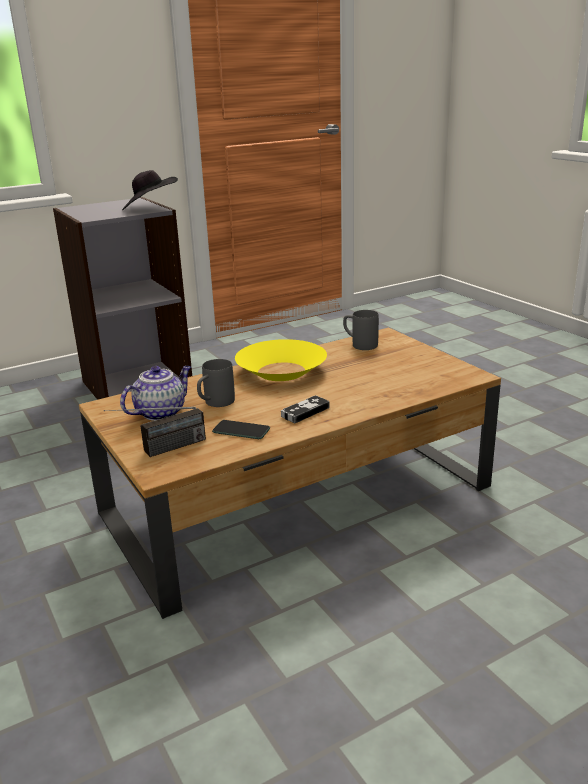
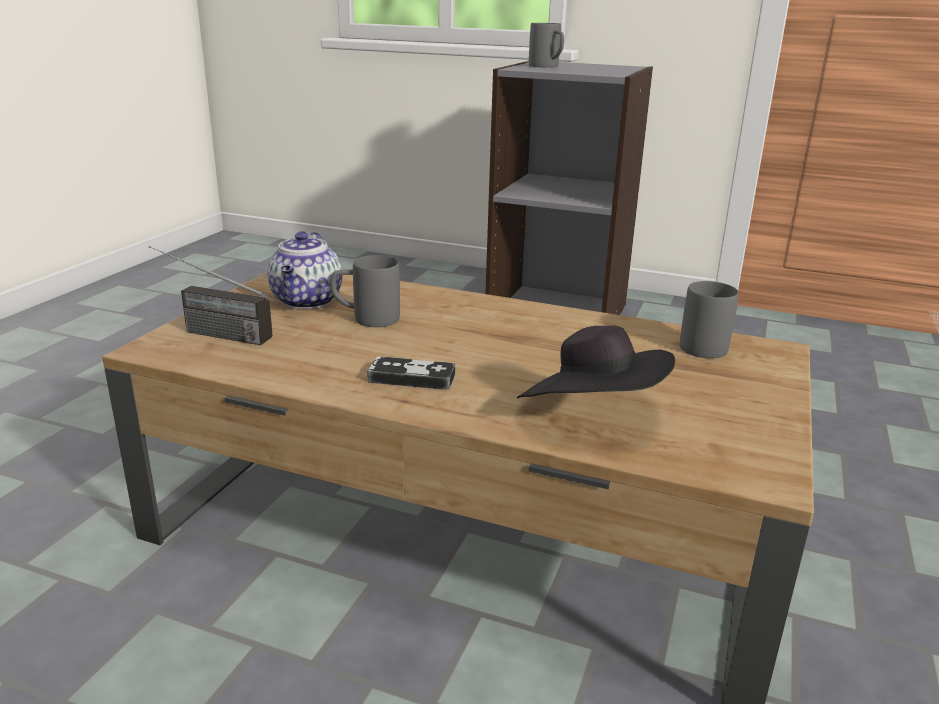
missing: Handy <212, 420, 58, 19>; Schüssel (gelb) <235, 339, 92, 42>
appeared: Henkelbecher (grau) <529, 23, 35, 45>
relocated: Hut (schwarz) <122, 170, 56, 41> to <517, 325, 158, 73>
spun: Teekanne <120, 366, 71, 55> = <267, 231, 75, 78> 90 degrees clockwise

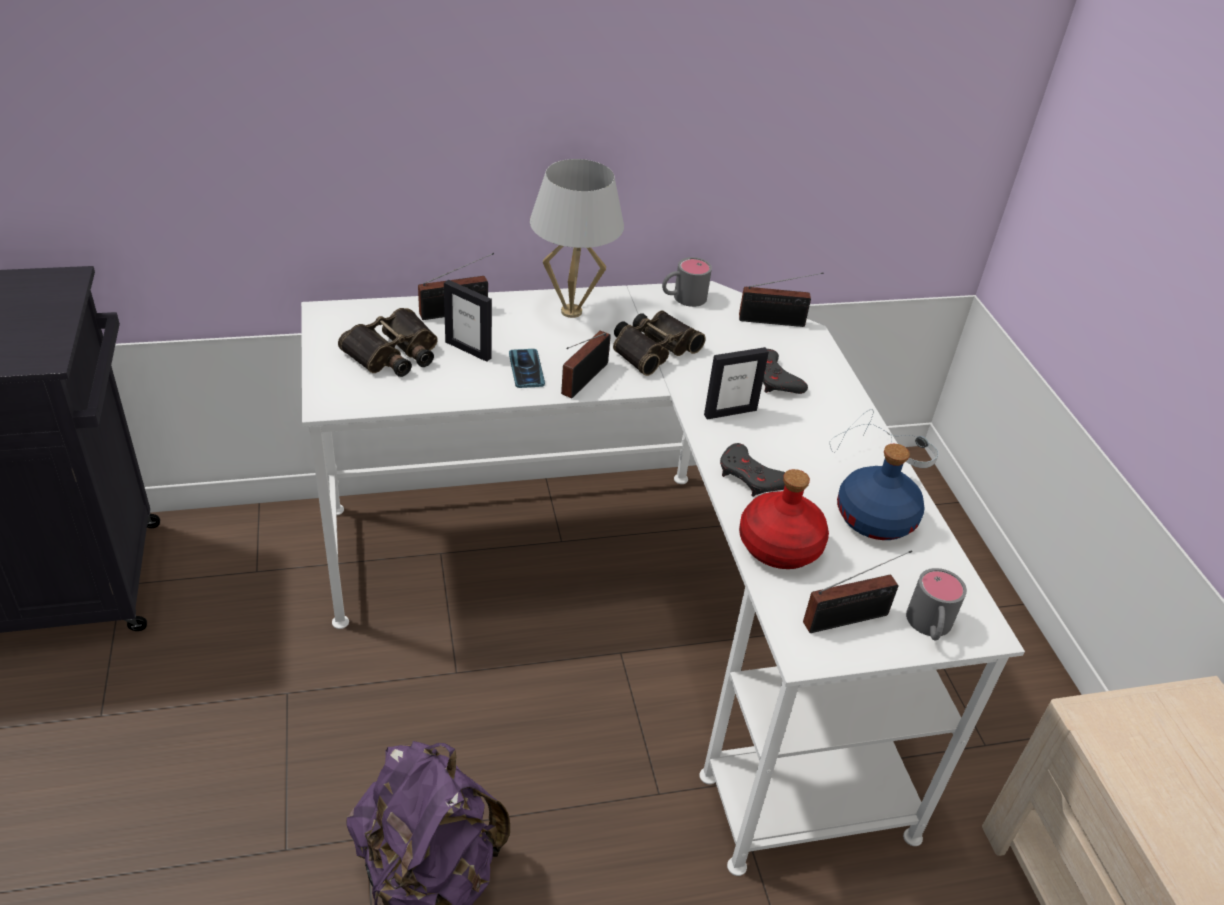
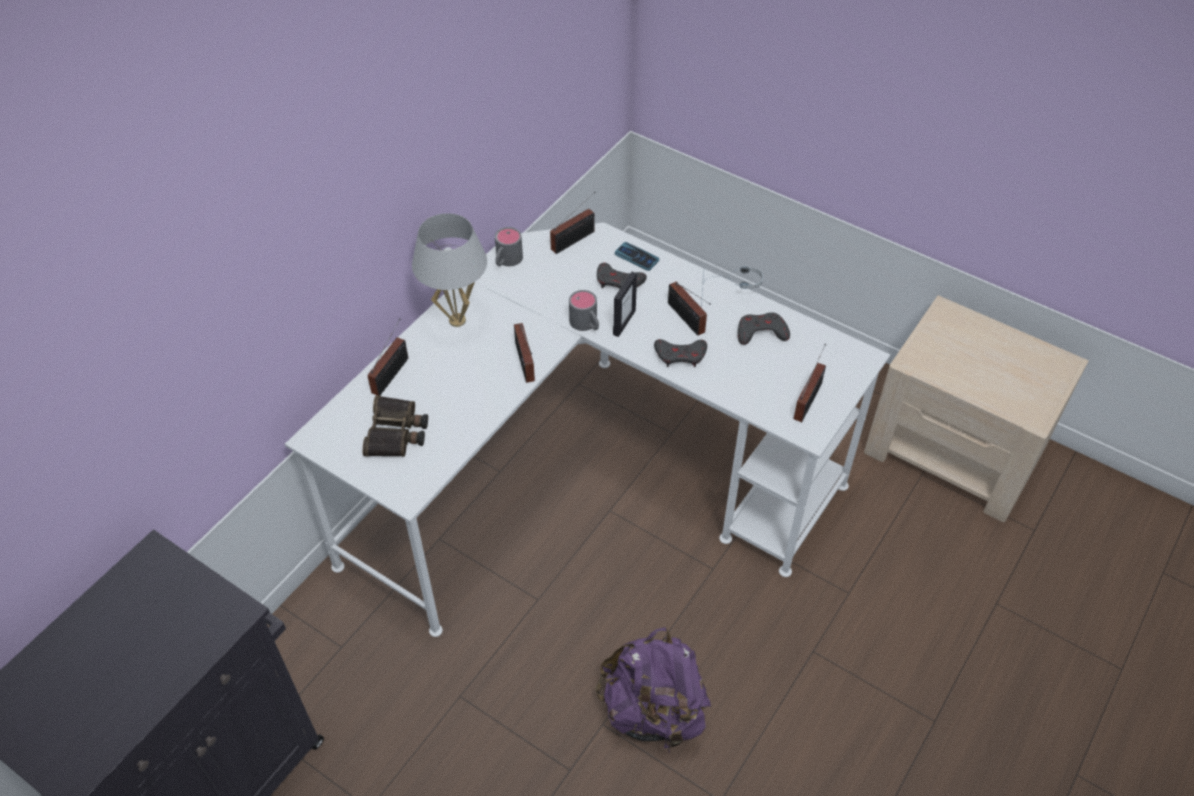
missing: Bilderrahmen <444, 280, 48, 82>; Fernglas <613, 311, 93, 65>; Flasche (rot) <739, 469, 90, 100>
appeared: Radio <668, 281, 43, 55>
relocated: Handy <509, 349, 36, 39> to <615, 242, 44, 29>; Henkelbecher (grau) <906, 568, 61, 73> to <569, 290, 30, 41>
exchanged: Flasche (blau) <837, 444, 88, 96> to Gamepad (grau) <738, 313, 52, 32>

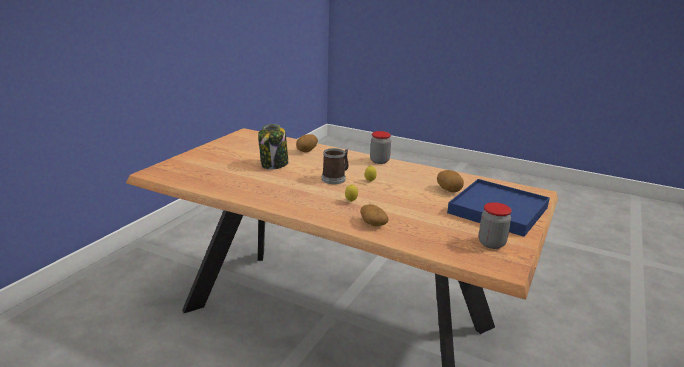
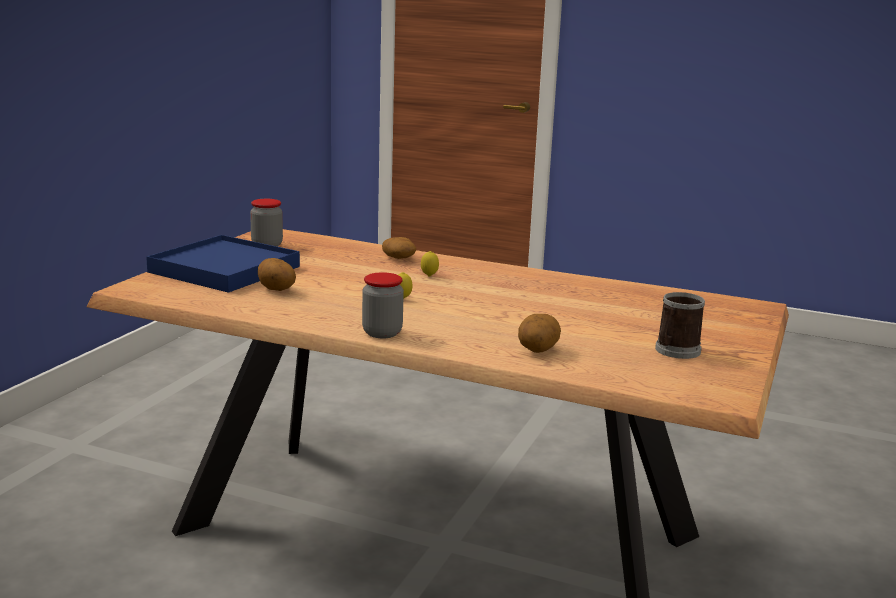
missing: Vorratsglas <258, 124, 30, 46>
relocated: Henkelbecher <322, 148, 27, 36> to <655, 292, 50, 67>

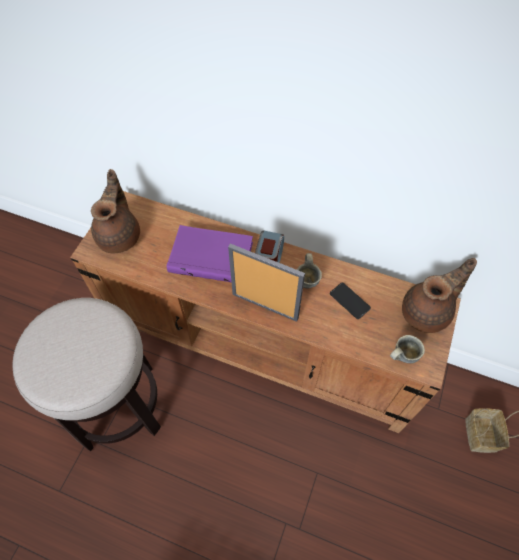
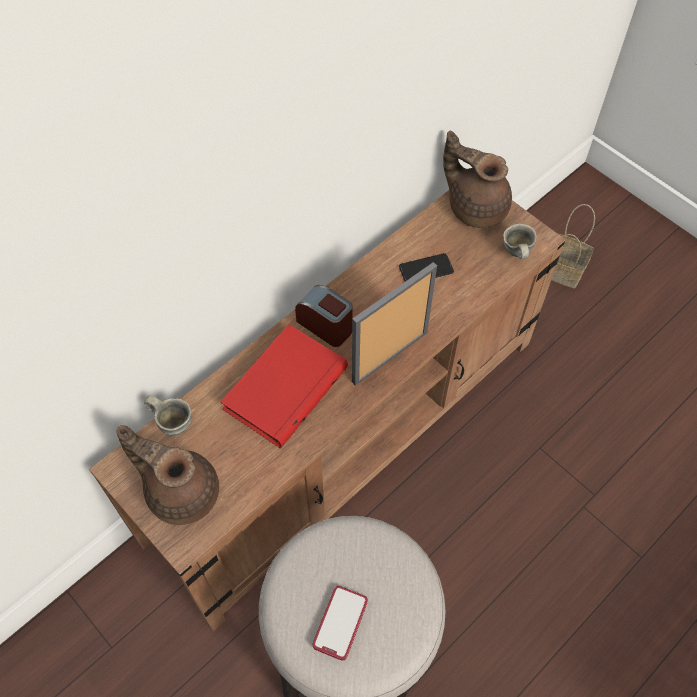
appeared: Handy <313, 586, 55, 75>
relocated: Henkelbecher (grau) <297, 253, 25, 35> to <144, 396, 47, 39>
colour: Buch (lila) <166, 225, 87, 58> to Buch (rot) <220, 324, 128, 124>
spun: Teekanne (braun) <402, 258, 75, 75> = <443, 131, 69, 97> 45 degrees counterclockwise

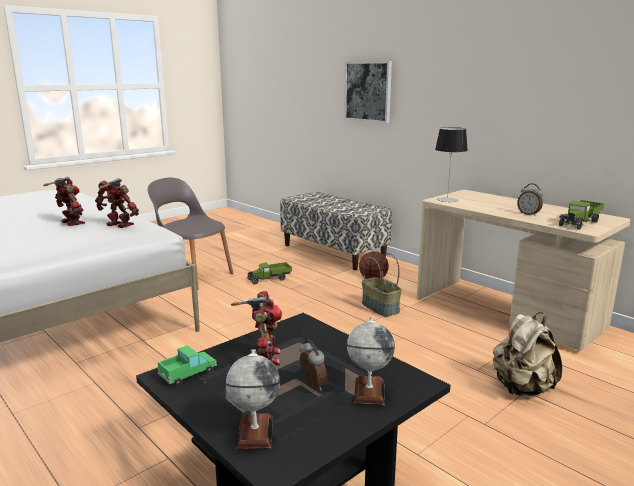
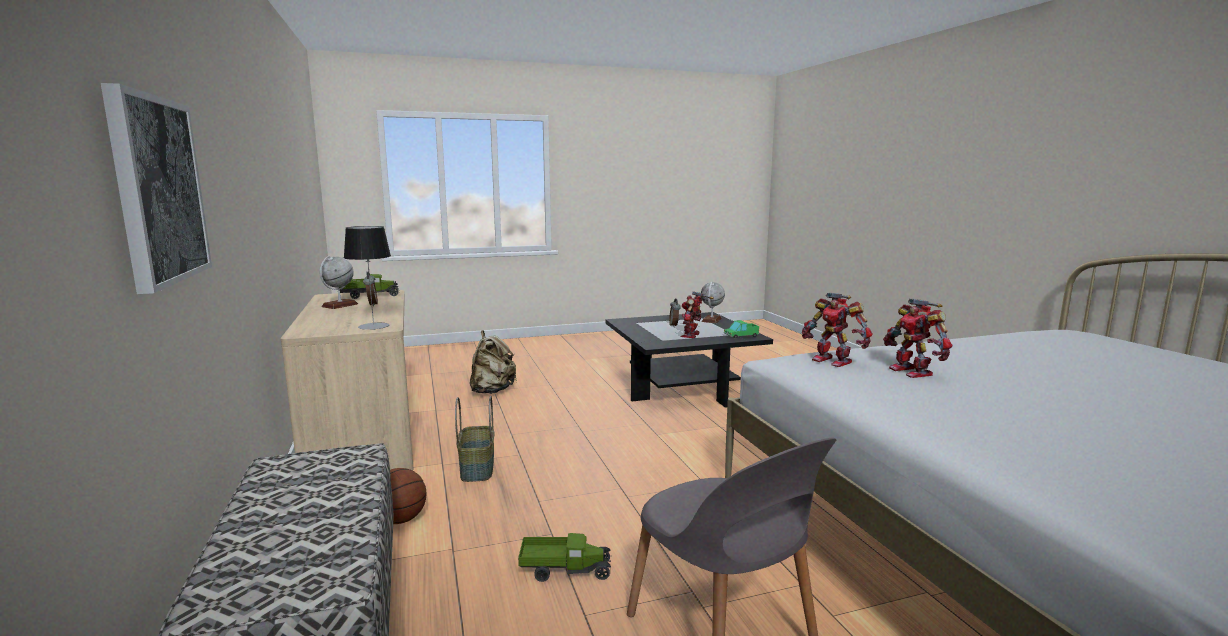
relocated: Globus <347, 317, 48, 88> to <320, 256, 38, 53>

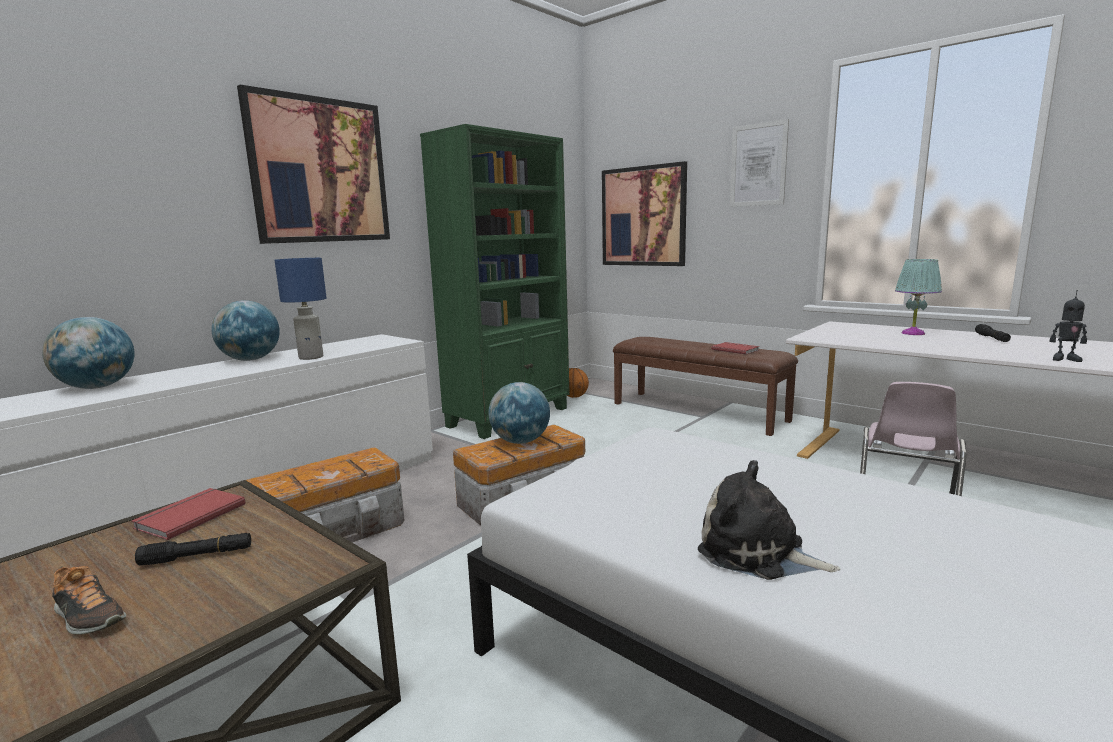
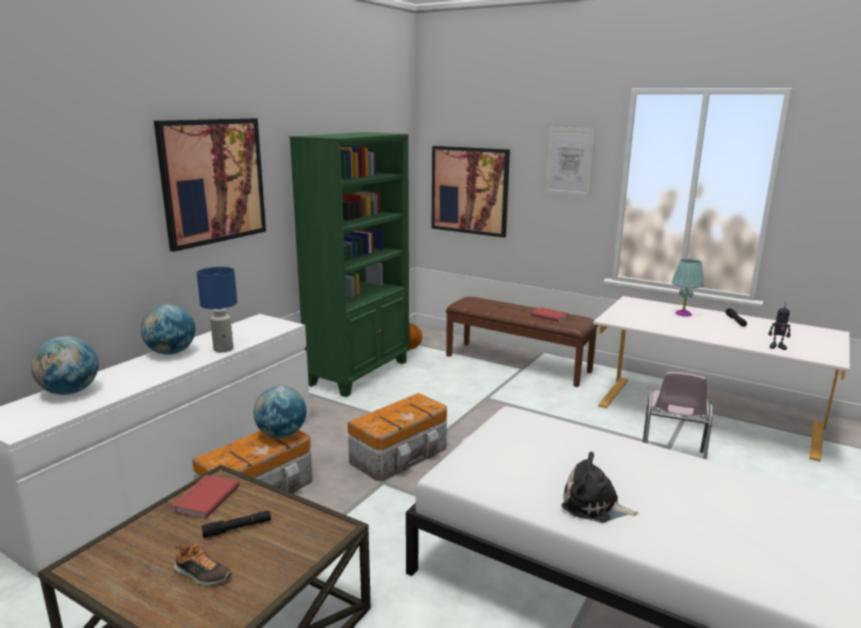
relocated: Globus <488, 382, 62, 62> to <253, 386, 53, 52>

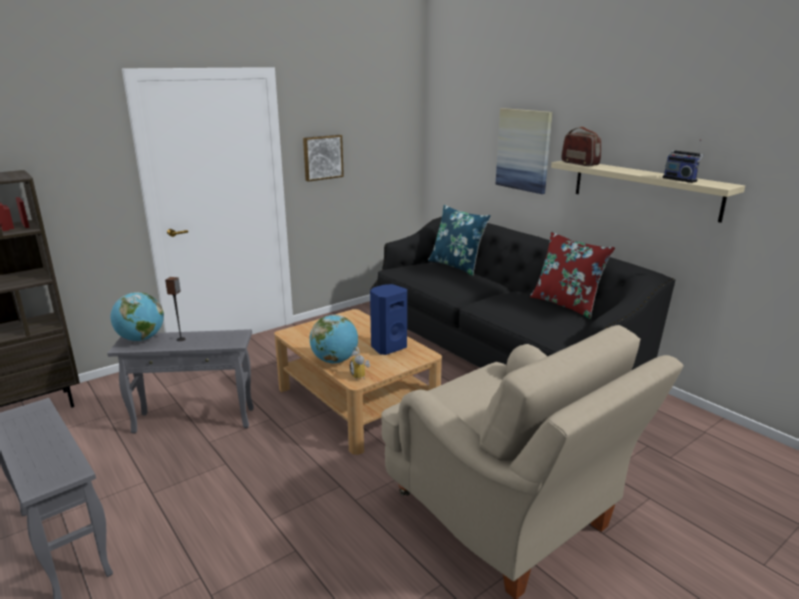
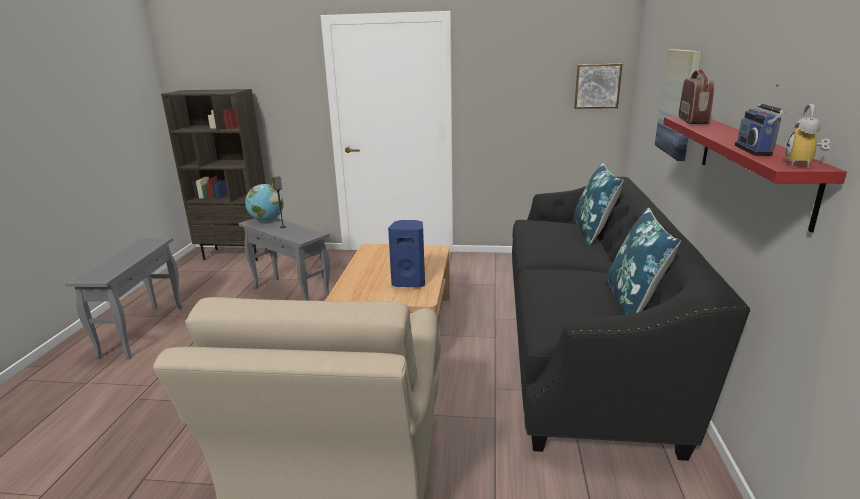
missing: Globus <310, 315, 48, 49>
relocated: Bild <303, 135, 41, 47> to <574, 64, 48, 45>; Wecker <350, 347, 20, 32> to <785, 104, 45, 64>
colour: Kissen (rot) <530, 232, 85, 87> to Kissen (blau) <606, 207, 75, 108>; Wandregal (beige) <551, 161, 194, 62> to Wandregal (rot) <663, 117, 184, 115>

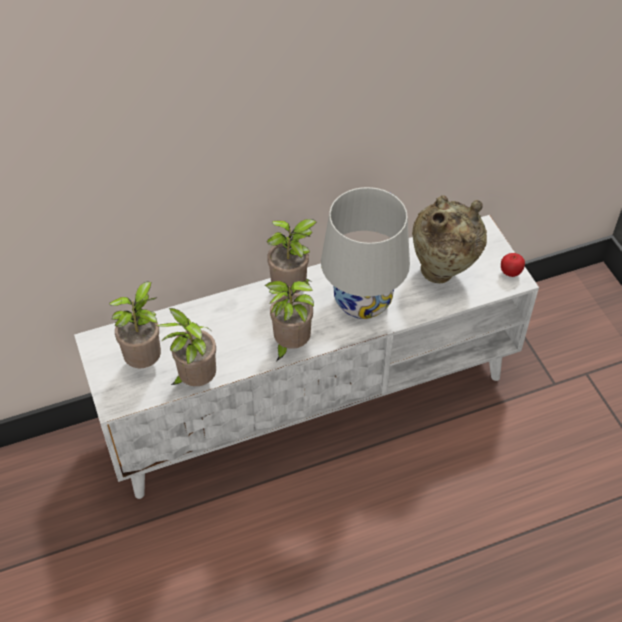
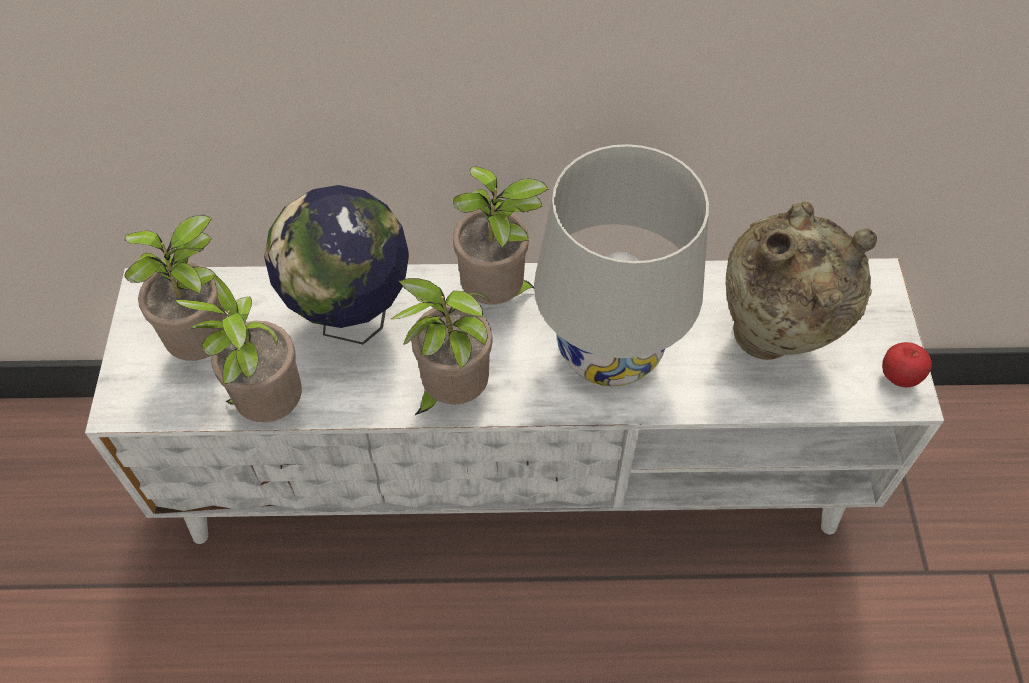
appeared: Globus <264, 185, 145, 160>

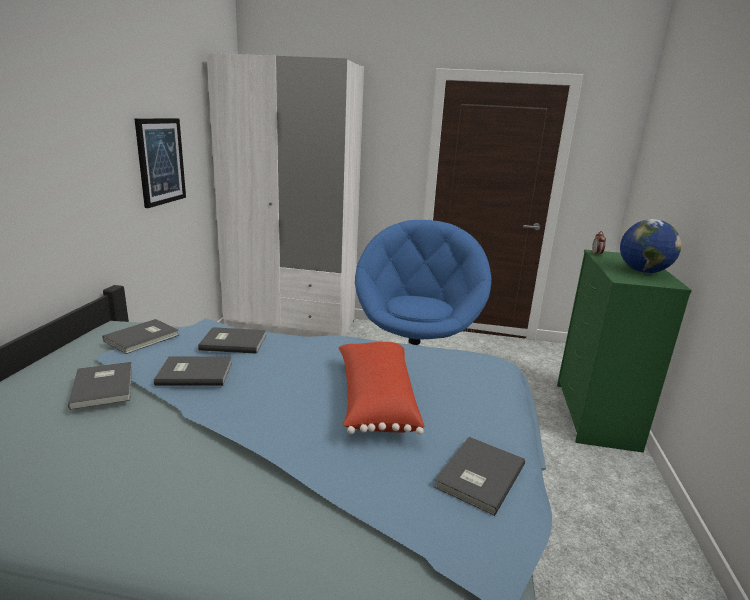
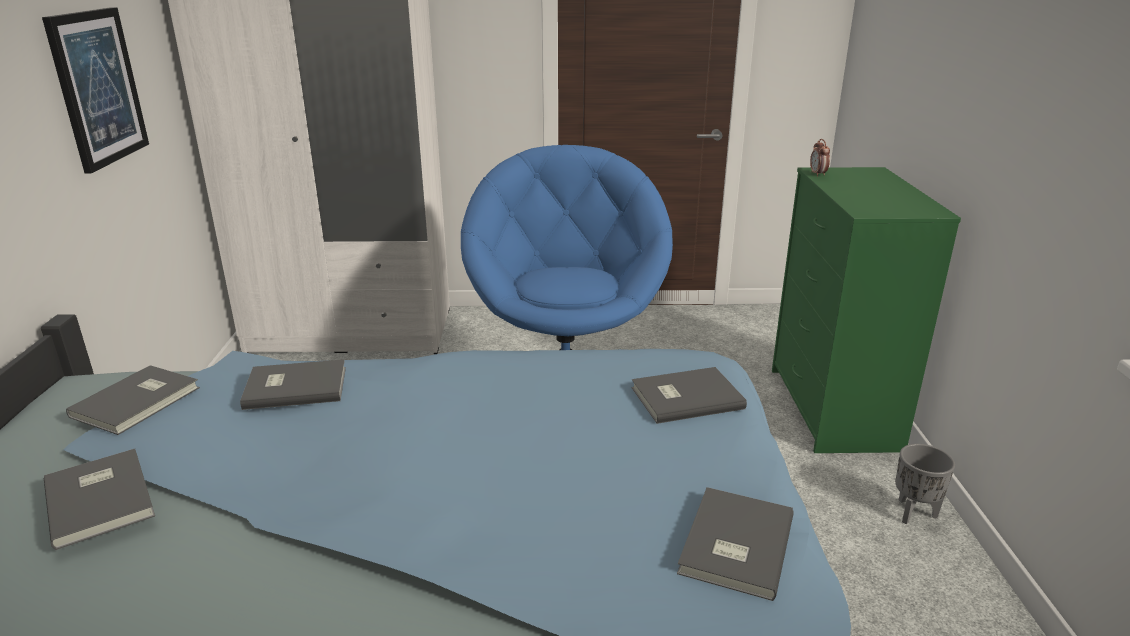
missing: Kissen (rot) <339, 342, 85, 93>; Globus <620, 219, 61, 54>
appeared: Pflanzkübel (grau) <895, 444, 60, 80>
relocated: Buch (grau) <154, 356, 78, 30> to <631, 367, 116, 57>

